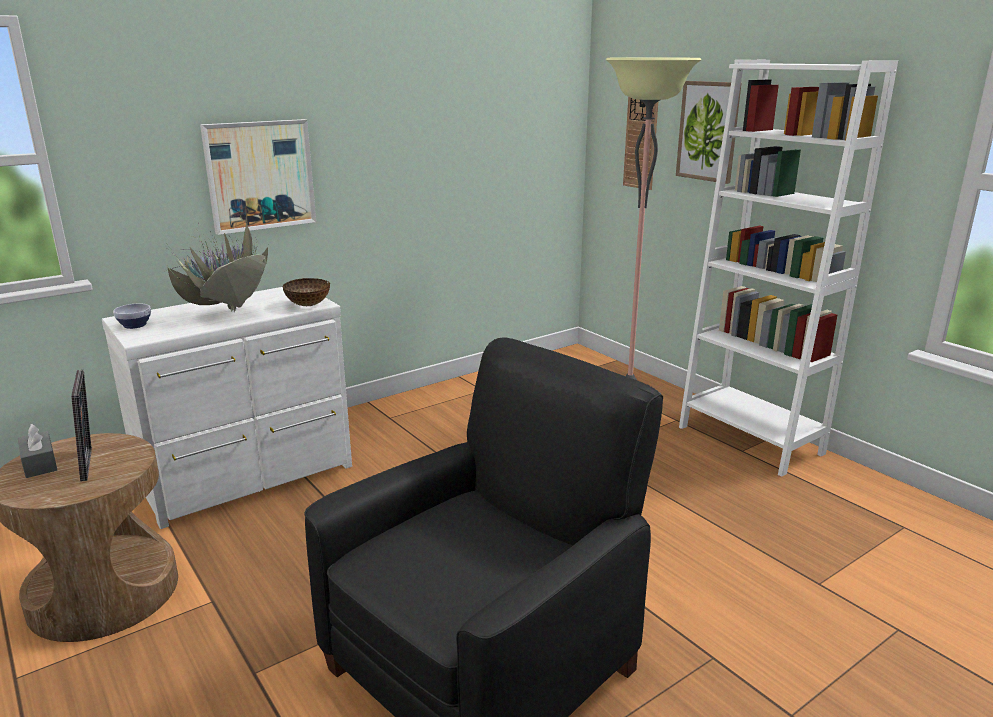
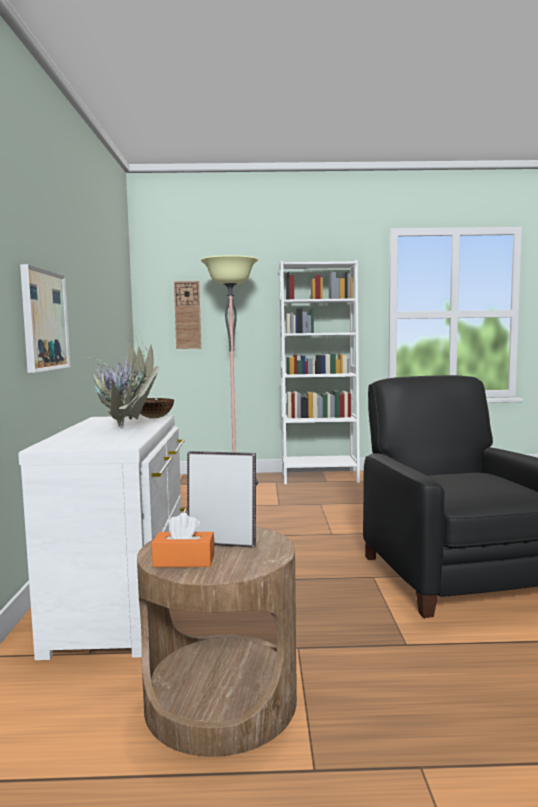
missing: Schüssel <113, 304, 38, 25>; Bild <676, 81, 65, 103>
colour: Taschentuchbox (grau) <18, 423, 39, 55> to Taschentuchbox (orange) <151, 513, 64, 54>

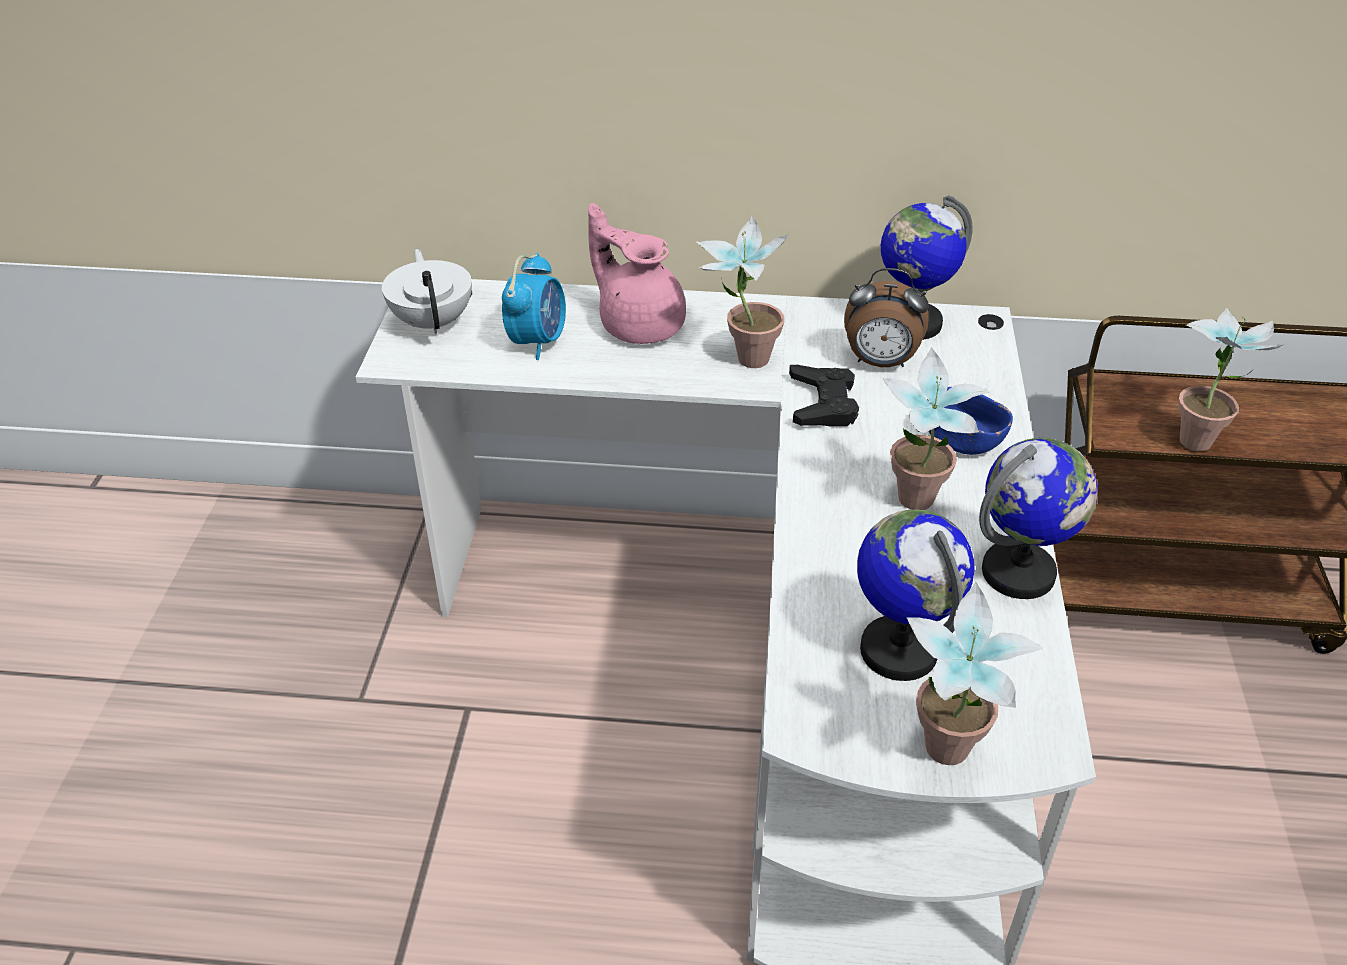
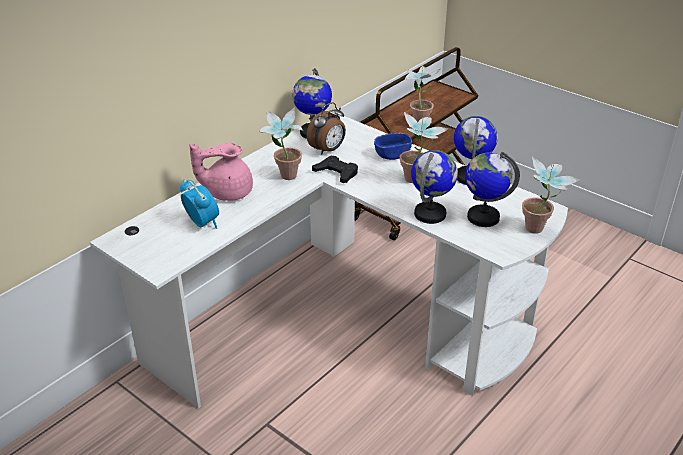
missing: Teekanne (weiß) <382, 249, 90, 85>
appeared: Globus <411, 150, 47, 74>

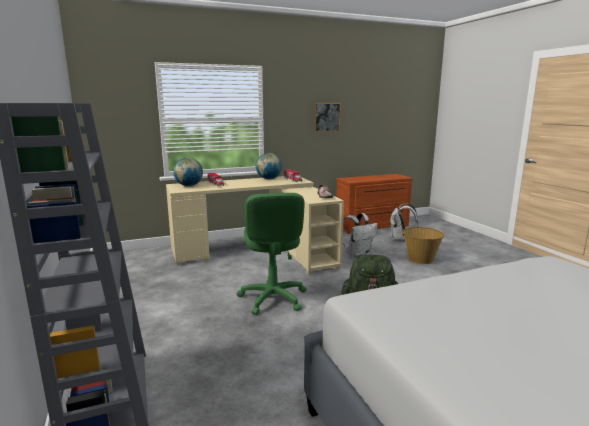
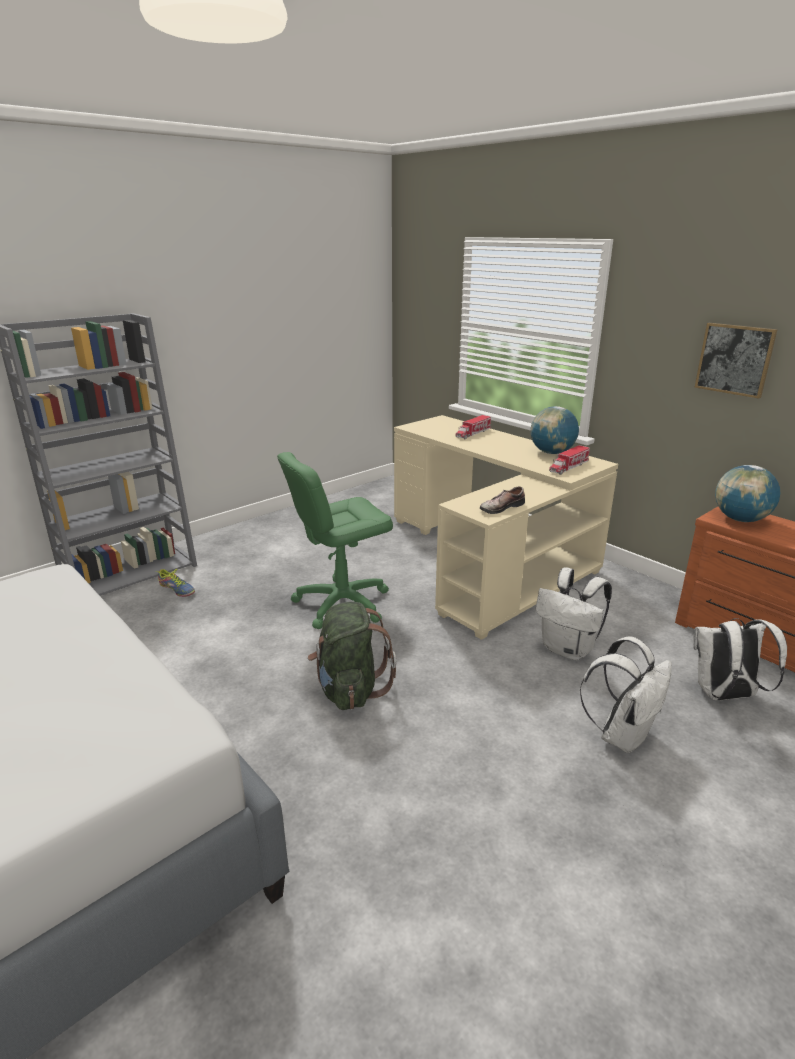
appeared: Schuh <156, 569, 39, 28>
relocated: Globus <173, 157, 30, 29> to <715, 465, 65, 57>
exchanged: Korb <402, 227, 42, 37> to Rucksack (weiß) <580, 637, 92, 116>

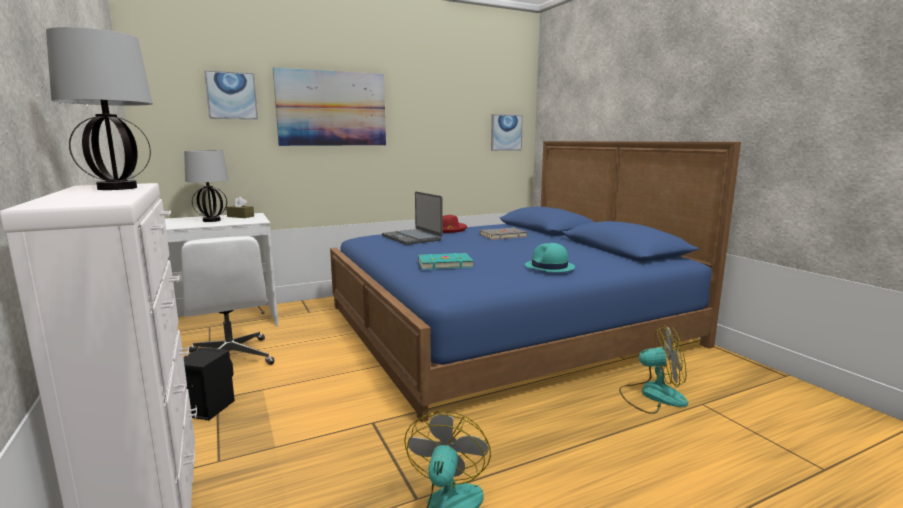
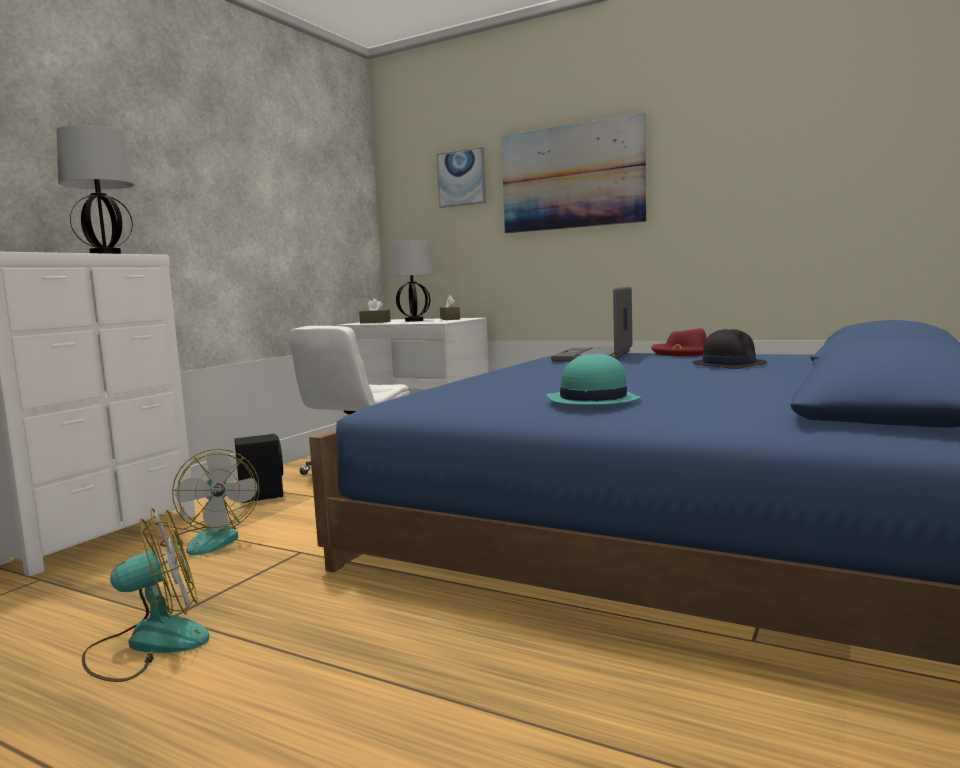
missing: Buch (türkis) <418, 253, 55, 17>; Bild <491, 114, 32, 37>
appeared: Taschentuchbox (braun) <359, 299, 32, 24>
relocated: Ventilator <619, 325, 69, 89> to <160, 449, 100, 106>
exchanged: Buch (grau) <480, 228, 47, 12> to Hut (schwarz) <692, 329, 75, 40>

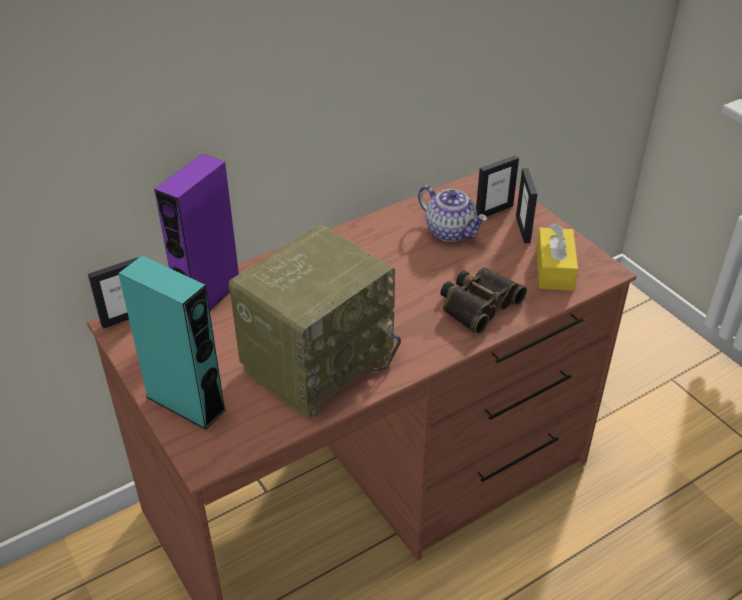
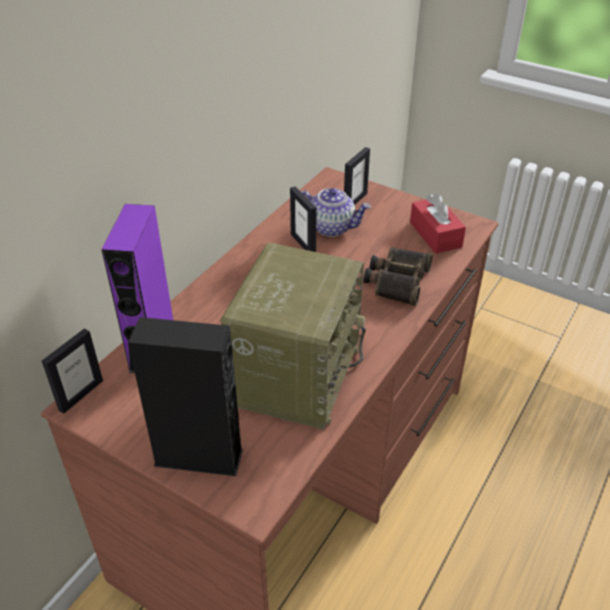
relocated: Bilderrahmen <516, 168, 21, 75> to <290, 186, 27, 66>
colour: Lautsprecher (türkis) <118, 256, 109, 174> to Lautsprecher (schwarz) <128, 317, 115, 159>; Taschentuchbox (gelb) <536, 223, 42, 68> to Taschentuchbox (rot) <410, 193, 56, 61>

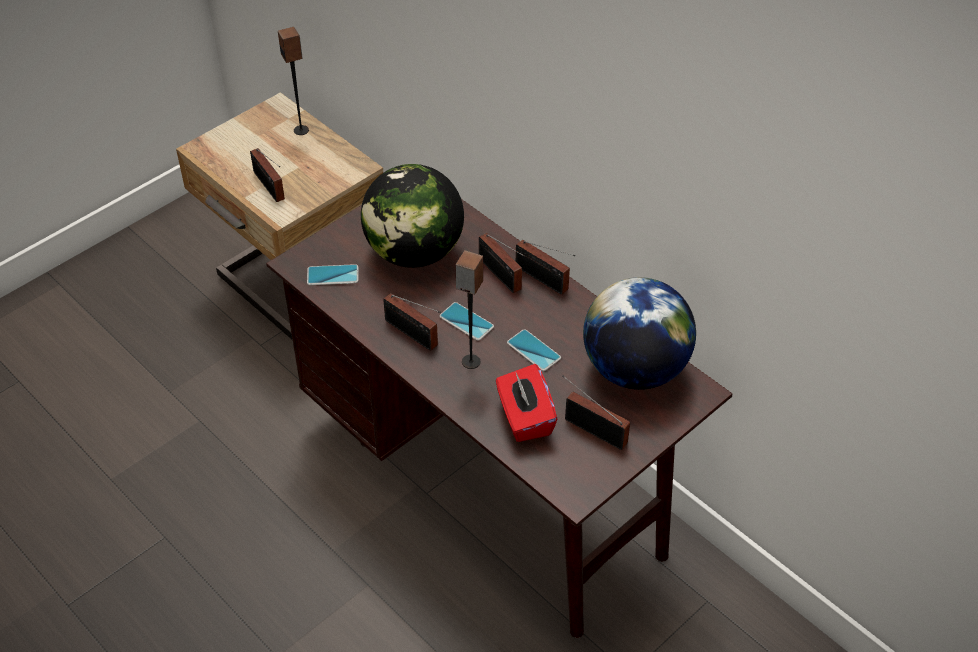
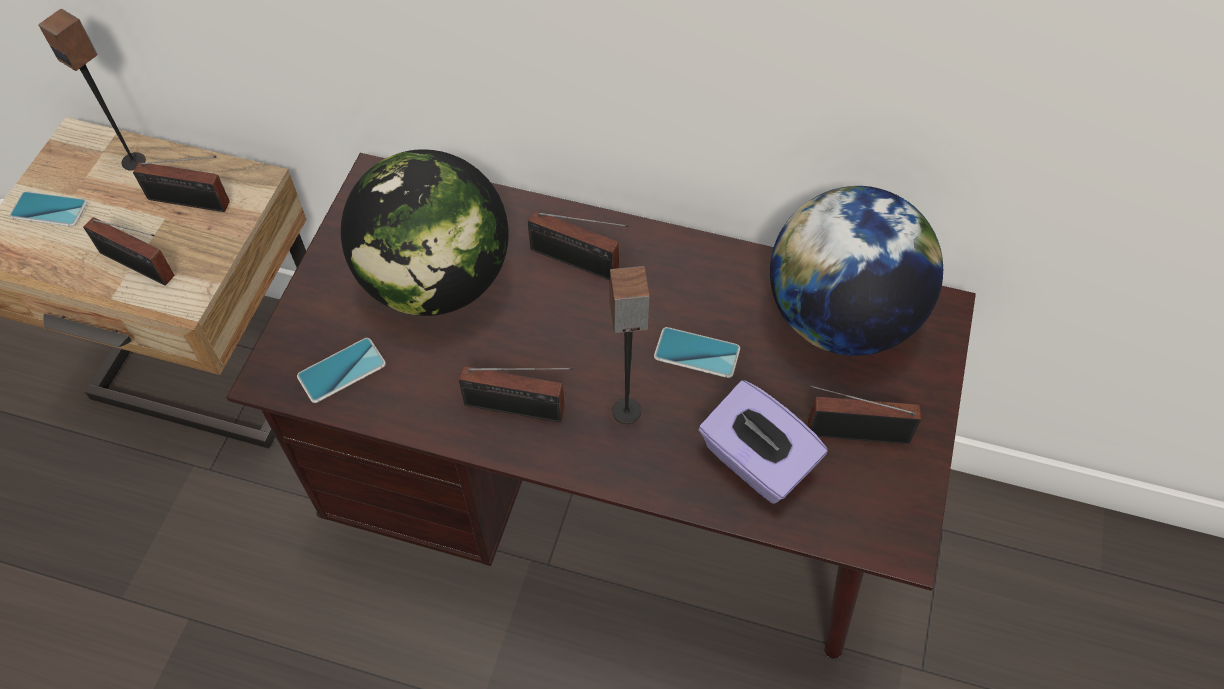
relocated: Handy <440, 302, 54, 39> to <10, 191, 77, 36>; Radio <516, 240, 59, 55> to <133, 156, 97, 56>
colour: Taschentuchbox (rot) <496, 364, 61, 78> to Taschentuchbox (lila) <699, 380, 129, 124>

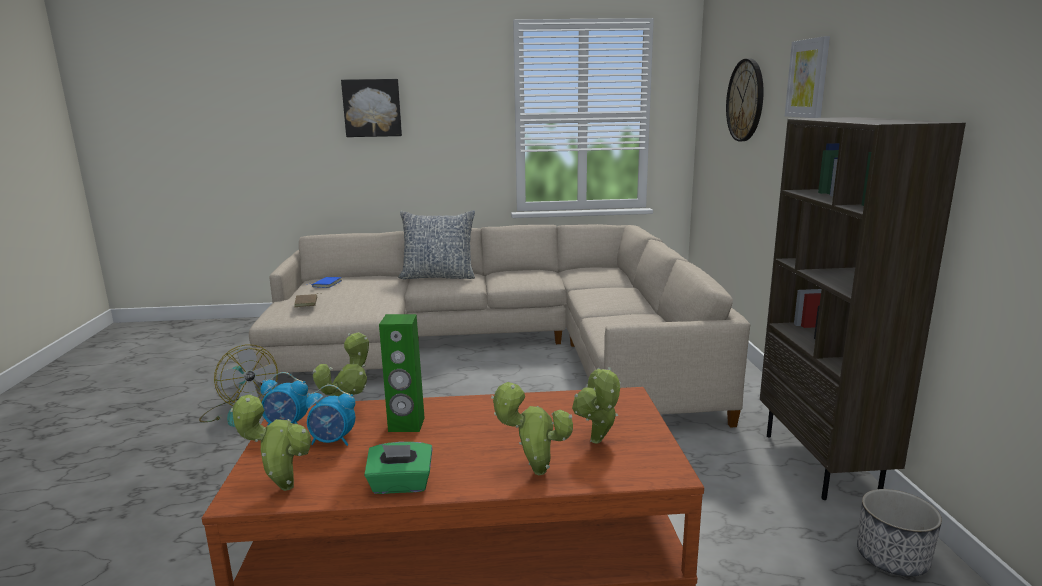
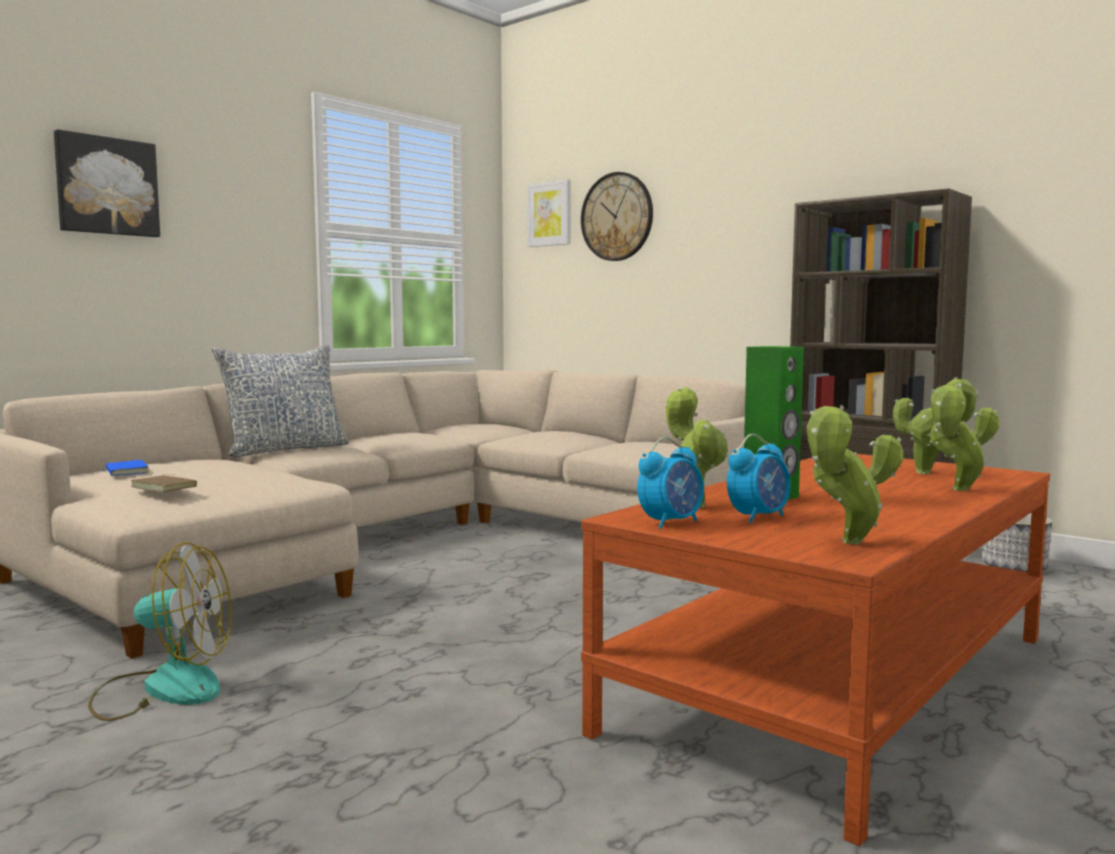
missing: Taschentuchbox (grün) <364, 442, 69, 52>
relocated: Bild <785, 36, 45, 82> to <527, 179, 44, 68>

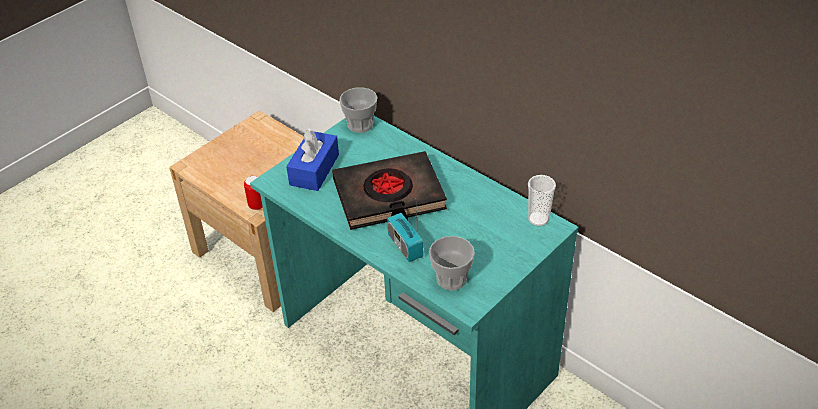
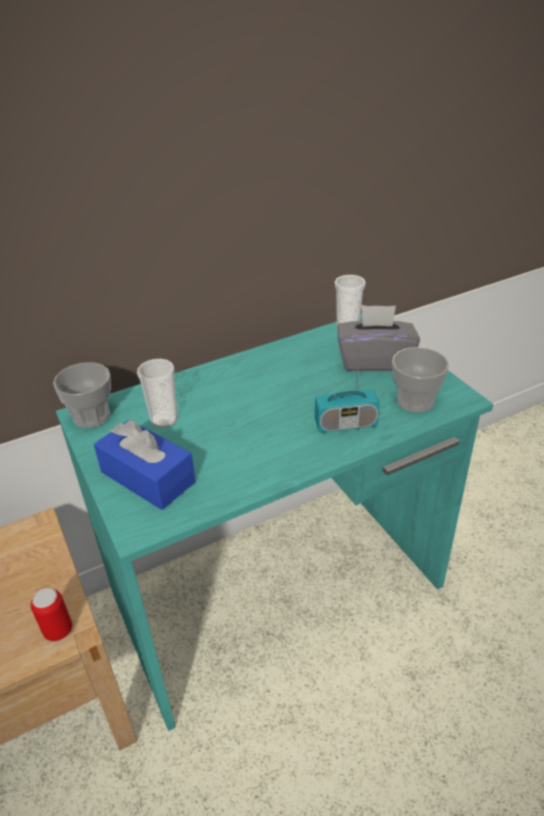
missing: Buch (schwarz) <332, 151, 115, 79>
appeared: Tasse <137, 359, 41, 69>; Taschentuchbox (grau) <338, 305, 82, 66>

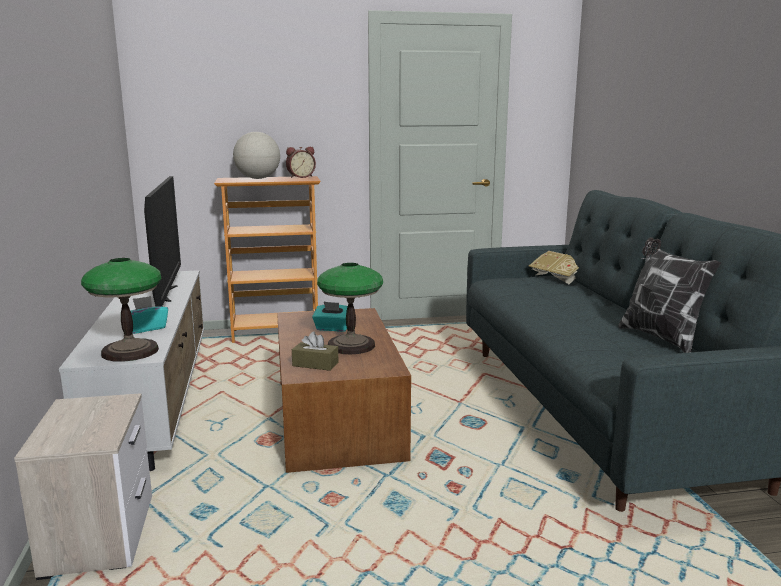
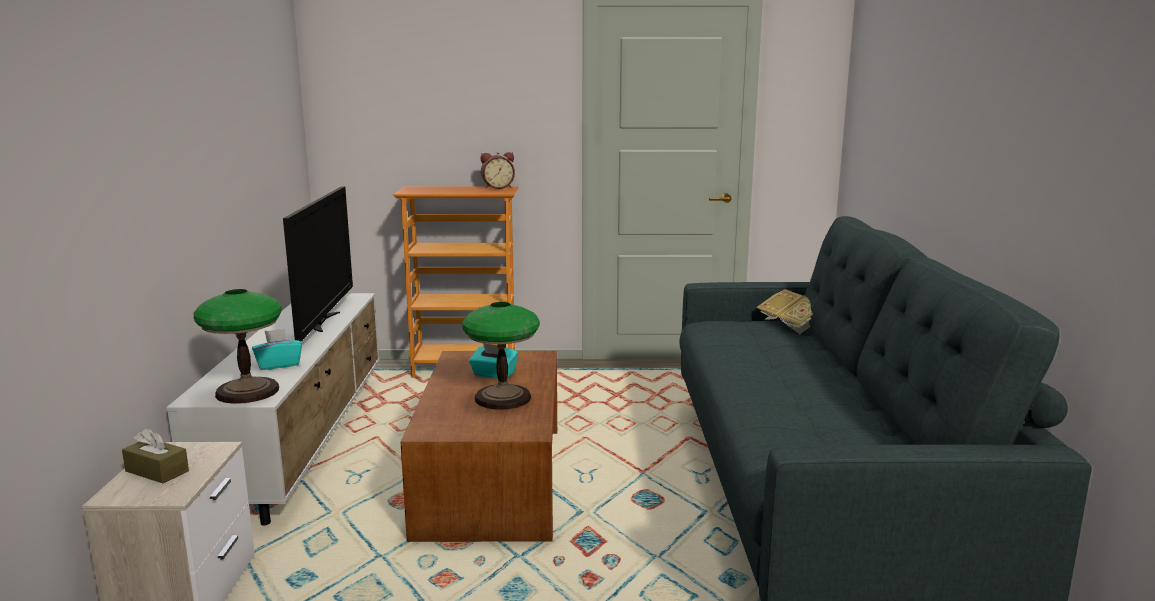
missing: Globus <233, 132, 47, 47>; Kissen <618, 237, 103, 116>
relocated: Taschentuchbox (braun) <292, 332, 47, 39> to <122, 427, 67, 56>

